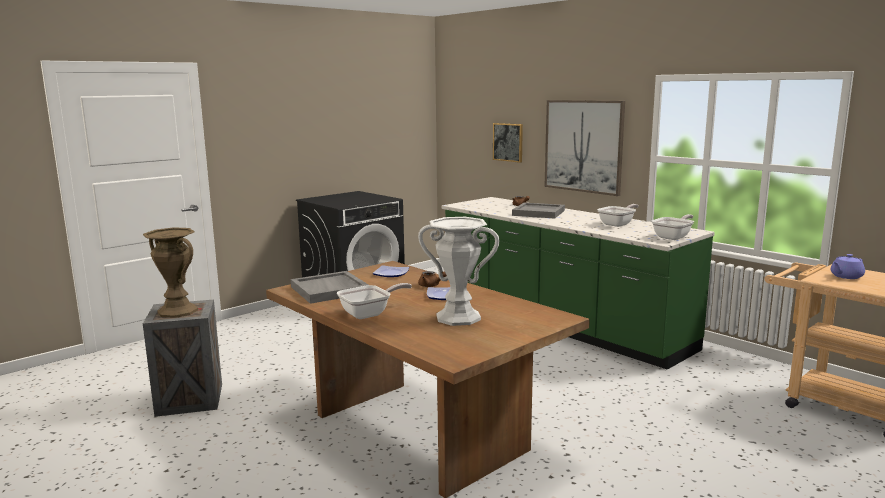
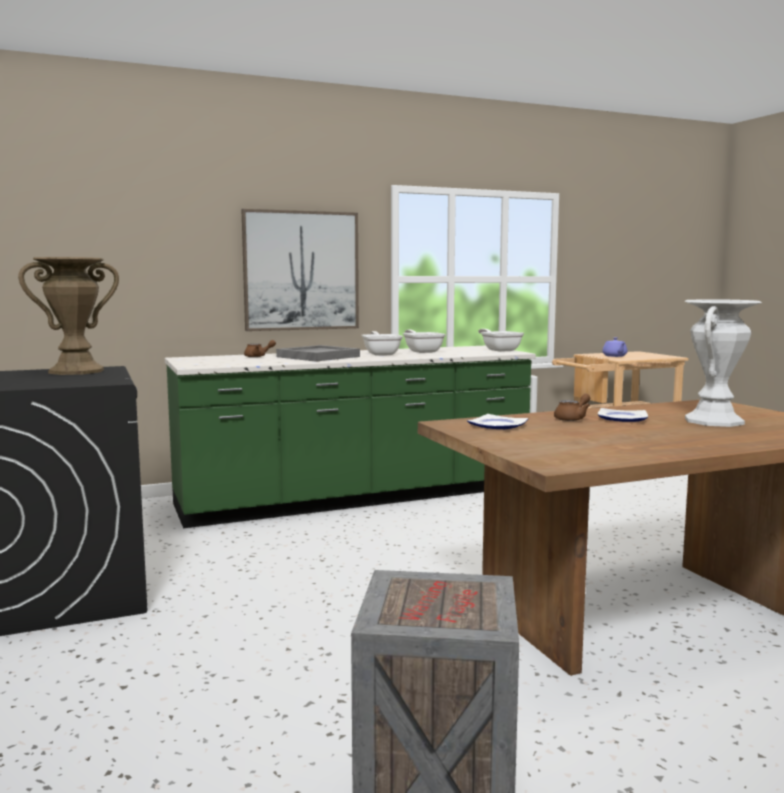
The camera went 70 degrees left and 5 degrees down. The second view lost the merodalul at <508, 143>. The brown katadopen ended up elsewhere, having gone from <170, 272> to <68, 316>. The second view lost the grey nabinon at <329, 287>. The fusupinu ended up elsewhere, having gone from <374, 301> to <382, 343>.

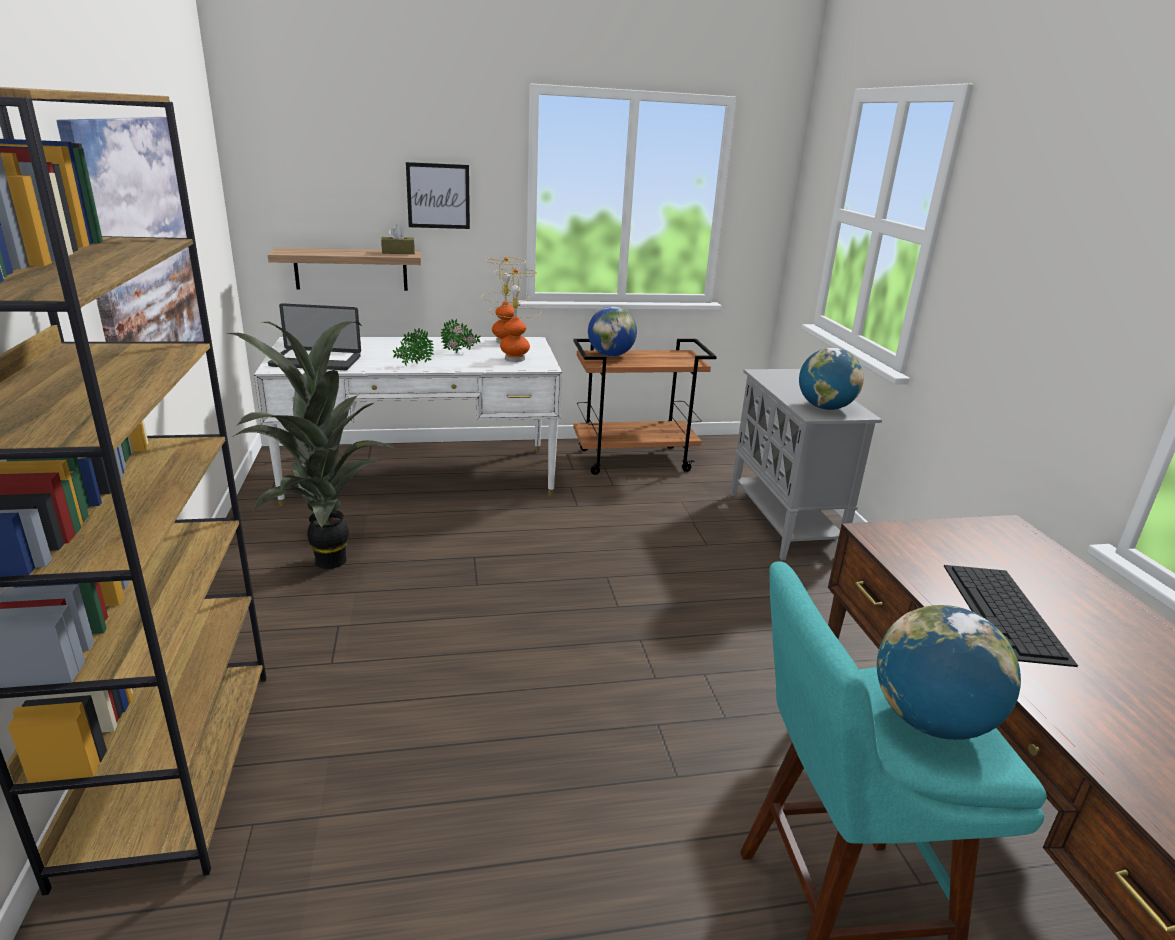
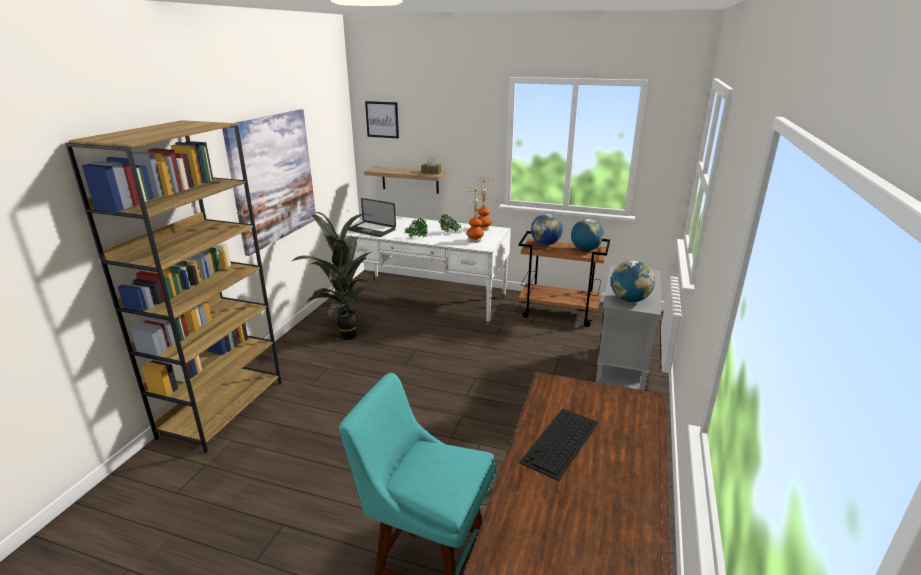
The camera went 30 degrees right and 0 degrees up. The merodalul ended up elsewhere, having gone from <438, 195> to <382, 119>. The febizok ended up elsewhere, having gone from <949, 672> to <587, 235>.

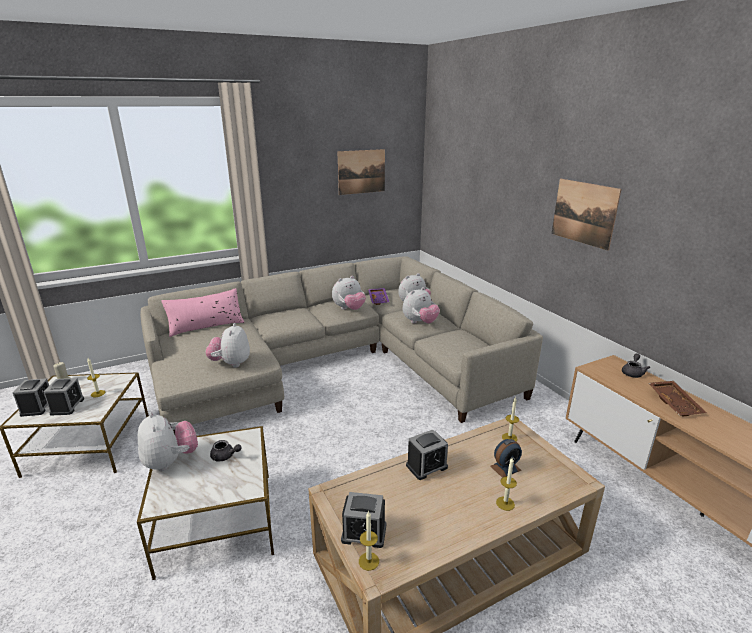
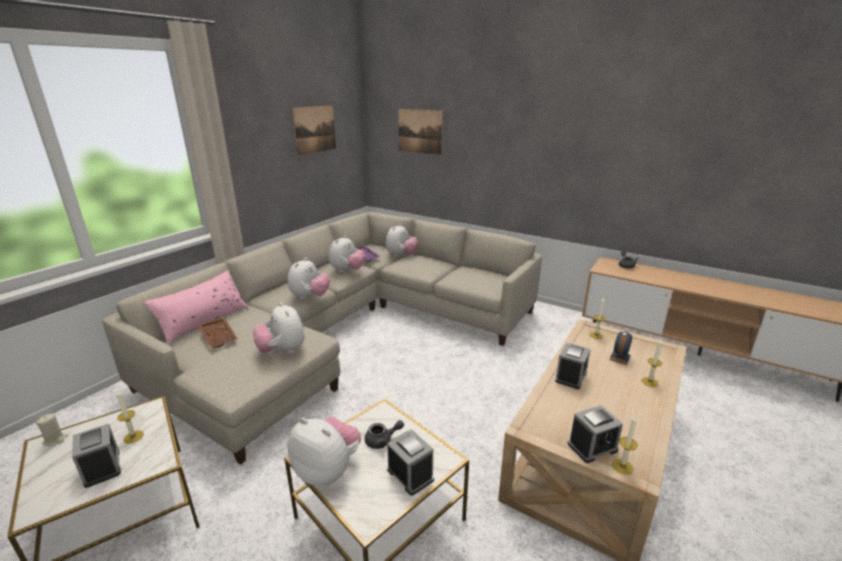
The camera went 30 degrees left and 0 degrees up. The merodalul ended up elsewhere, having gone from <587, 215> to <420, 132>. The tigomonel ended up elsewhere, having gone from <421, 305> to <308, 278>. The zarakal ended up elsewhere, having gone from <31, 397> to <410, 462>. The brown nabinon ended up elsewhere, having gone from <678, 398> to <218, 332>.

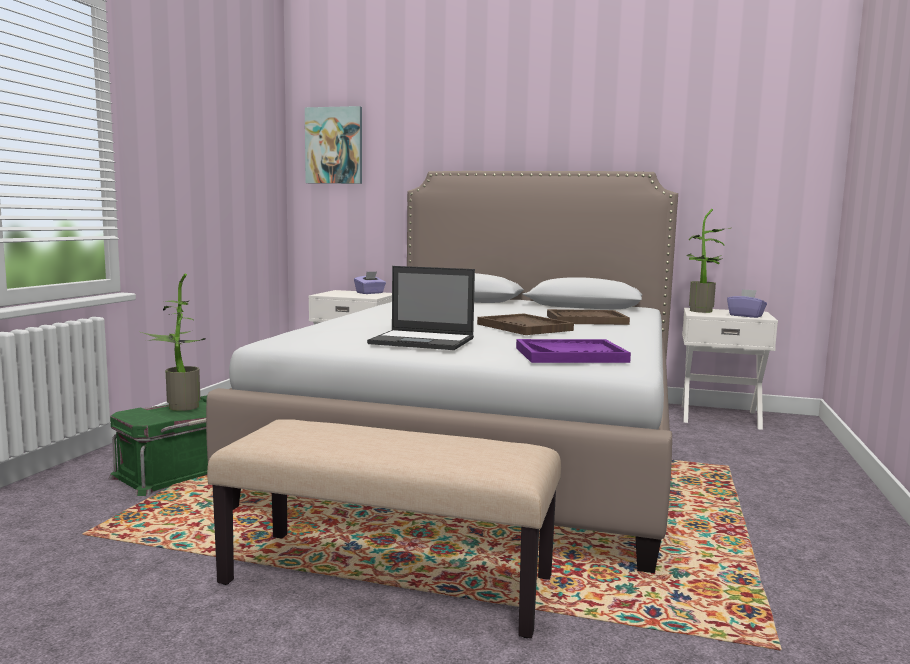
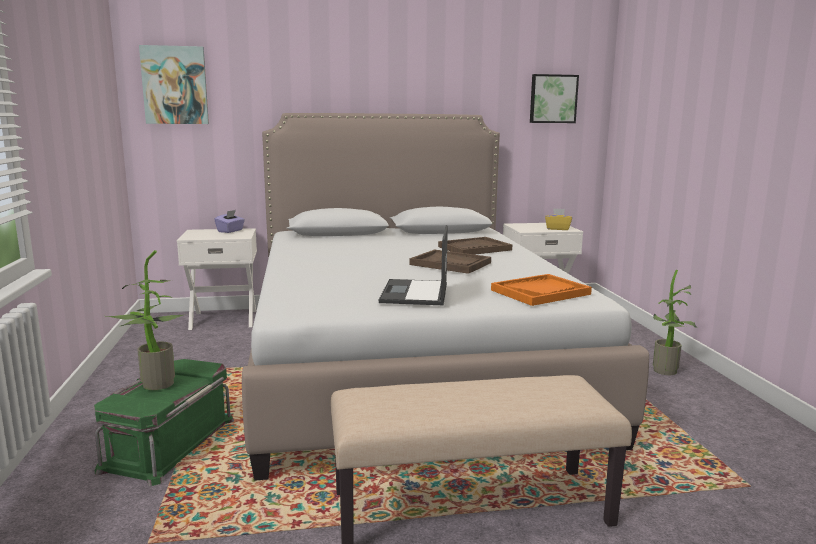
The camera went 25 degrees left and 5 degrees up. The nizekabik ended up elsewhere, having gone from <709, 261> to <675, 322>. The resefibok at <421, 308> ended up facing another way, 105 degrees clockwise from before. What was the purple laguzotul at <747, 303> turned into the yellow laguzotul at <558, 219>. What was the purple nabinon at <573, 351> turned into the orange nabinon at <541, 290>. The second view gained the merodalul at <554, 98>.

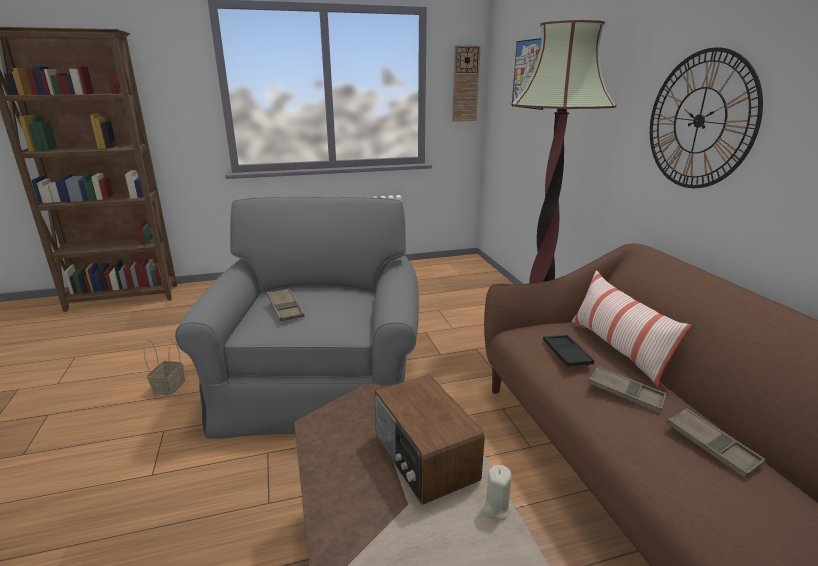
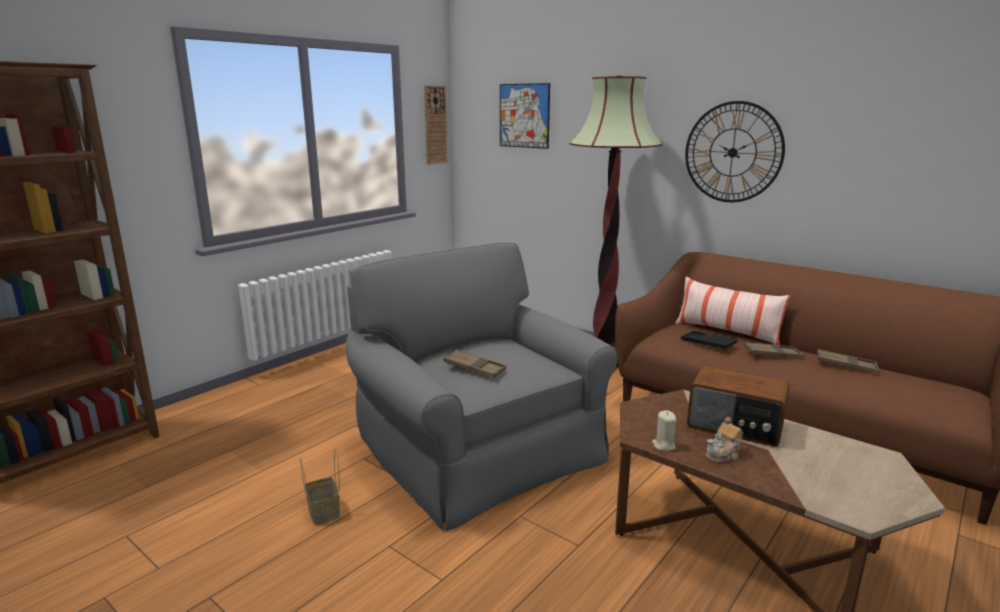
The camera went 35 degrees left and 5 degrees down. The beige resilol ended up elsewhere, having gone from <497, 492> to <664, 430>. The second view gained the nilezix at <724, 440>.

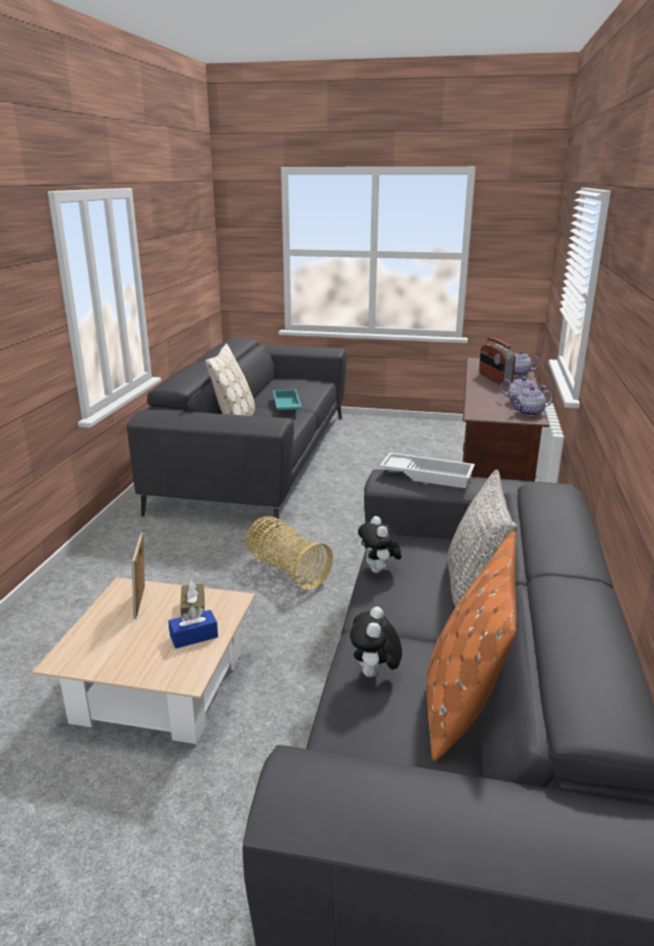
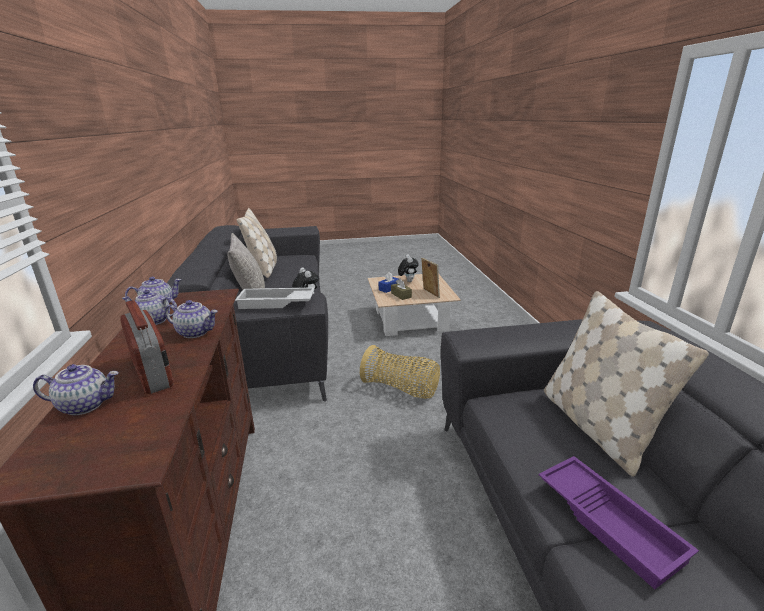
The camera went 160 degrees right and 0 degrees up. What was the turquoise nabinon at <287, 400> turned into the purple nabinon at <619, 522>. What was the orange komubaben at <472, 646> turned into the beige komubaben at <257, 243>. The tigomonel ended up elsewhere, having gone from <376, 641> to <408, 268>. The second view gained the nilezix at <191, 319>.

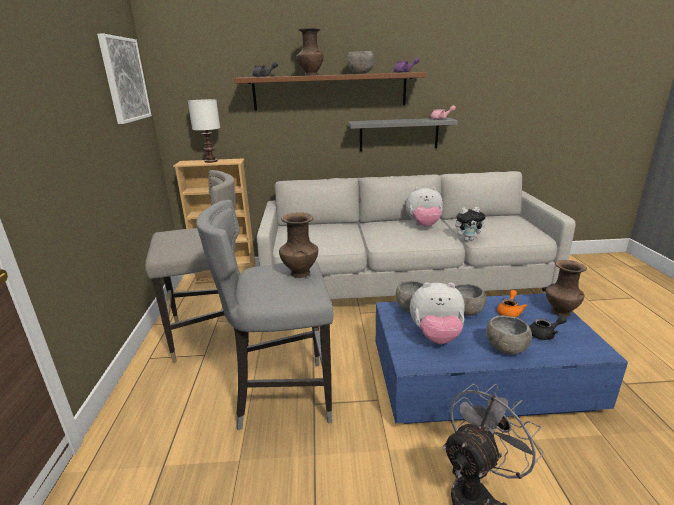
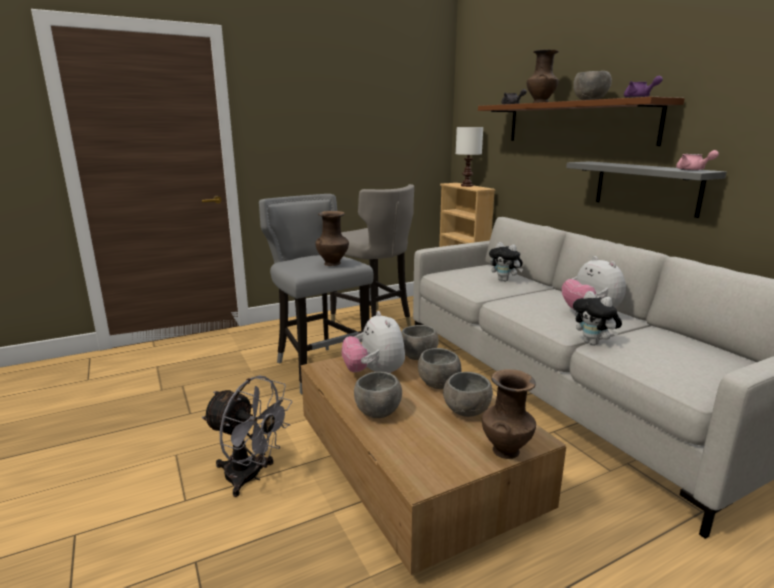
The camera went 65 degrees right and 5 degrees down. The second view lost the merodalul at <124, 79>. Where the orange nilezix stood at <512, 303>, the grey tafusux came to stand at <468, 394>. What was the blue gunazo at <502, 358> turned into the brown gunazo at <433, 465>. The second view lost the black nilezix at <548, 328>. The second view gained the tigomonel at <506, 262>.

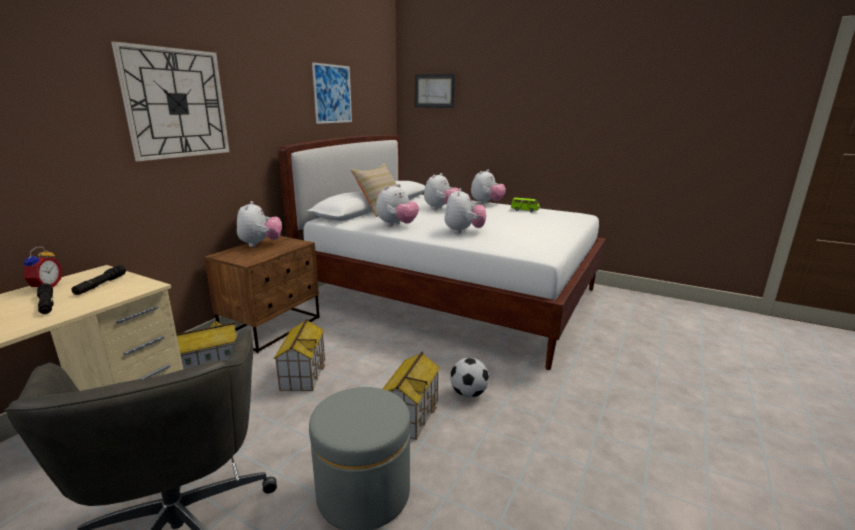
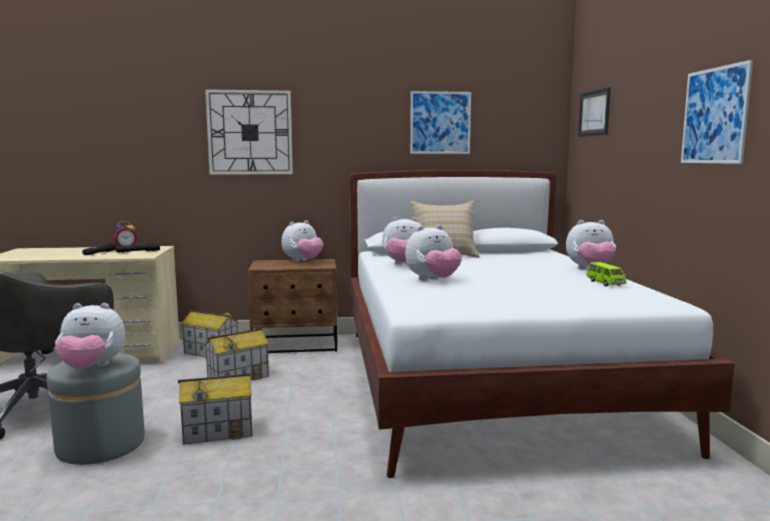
The camera went 55 degrees right and 10 degrees down. The tigomonel ended up elsewhere, having gone from <441, 191> to <90, 336>. The second view lost the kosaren at <469, 378>. The second view gained the merodalul at <717, 112>.

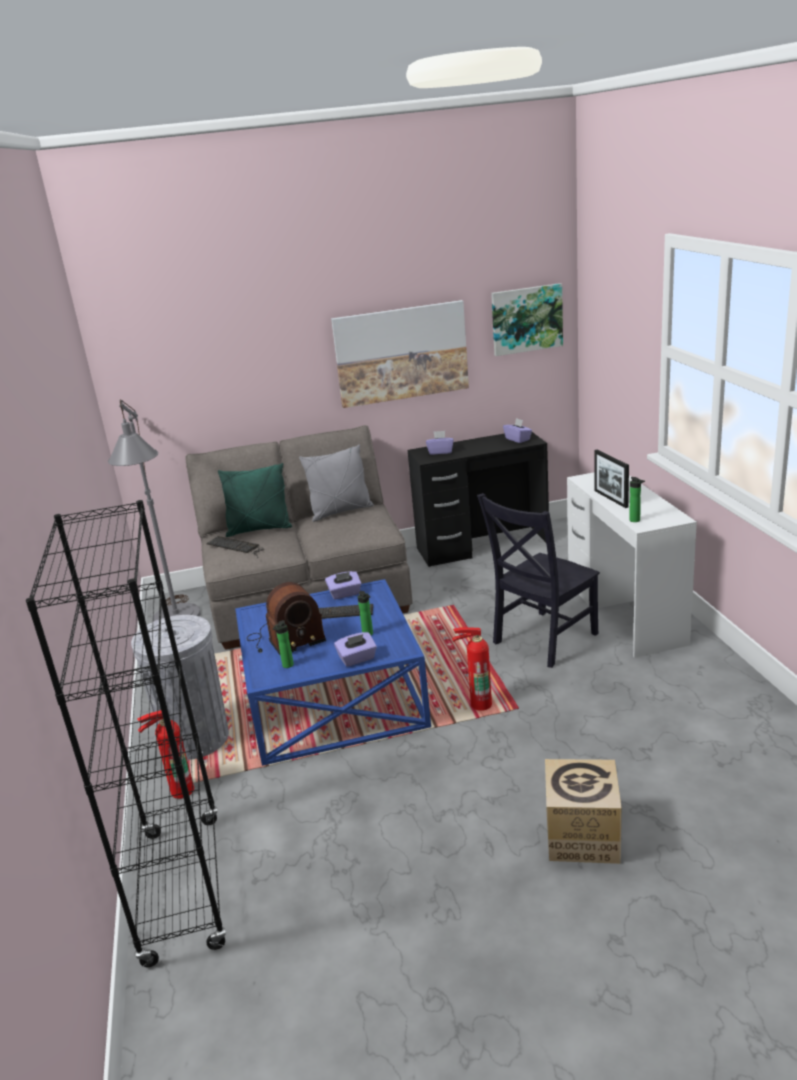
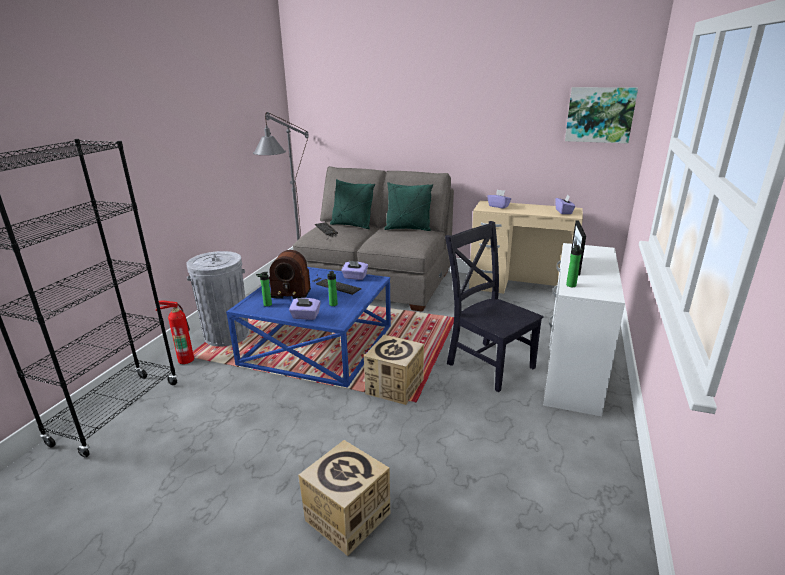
The camera went 30 degrees right and 0 degrees up. The second view lost the merodalul at <400, 354>. What was the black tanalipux at <478, 499> turned into the beige tanalipux at <526, 247>. What was the grey komubaben at <336, 483> turned into the green komubaben at <408, 206>. The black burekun at <538, 580> ended up facing another way, 60 degrees clockwise from before. Where the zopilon stood at <472, 669>, the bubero came to stand at <394, 370>.

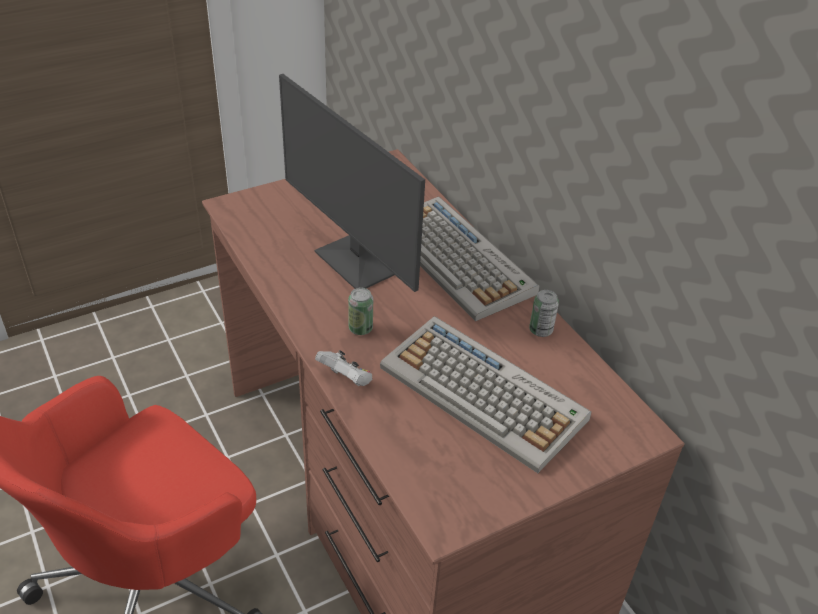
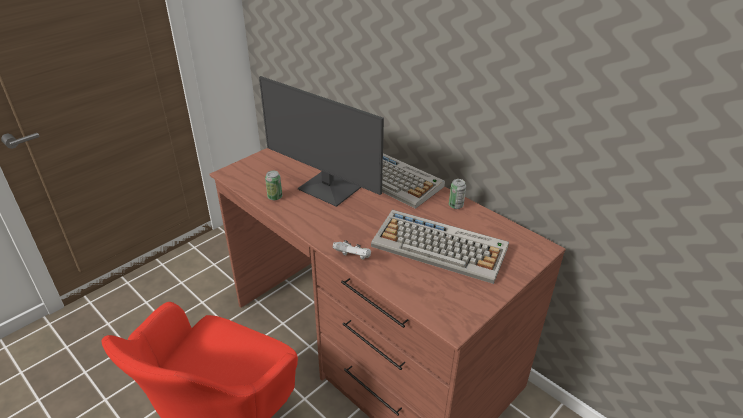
The camera went 15 degrees left and 5 degrees down. The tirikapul ended up elsewhere, having gone from <360, 311> to <273, 185>.

